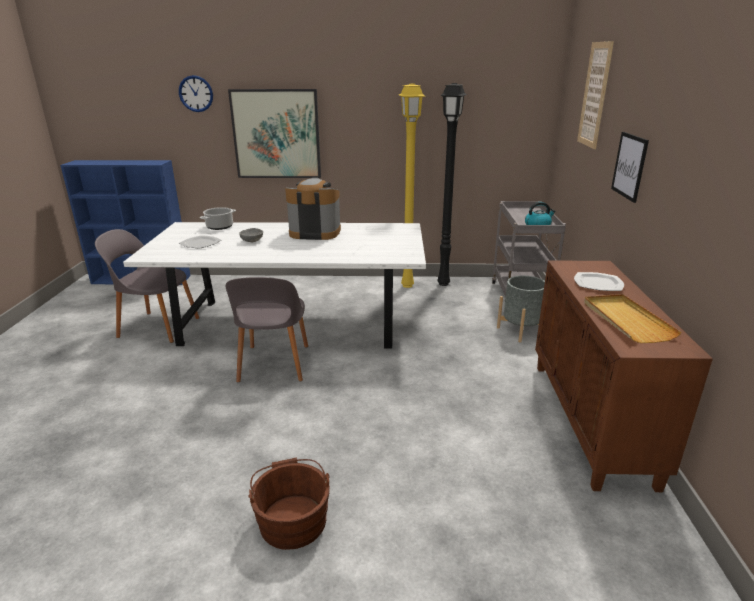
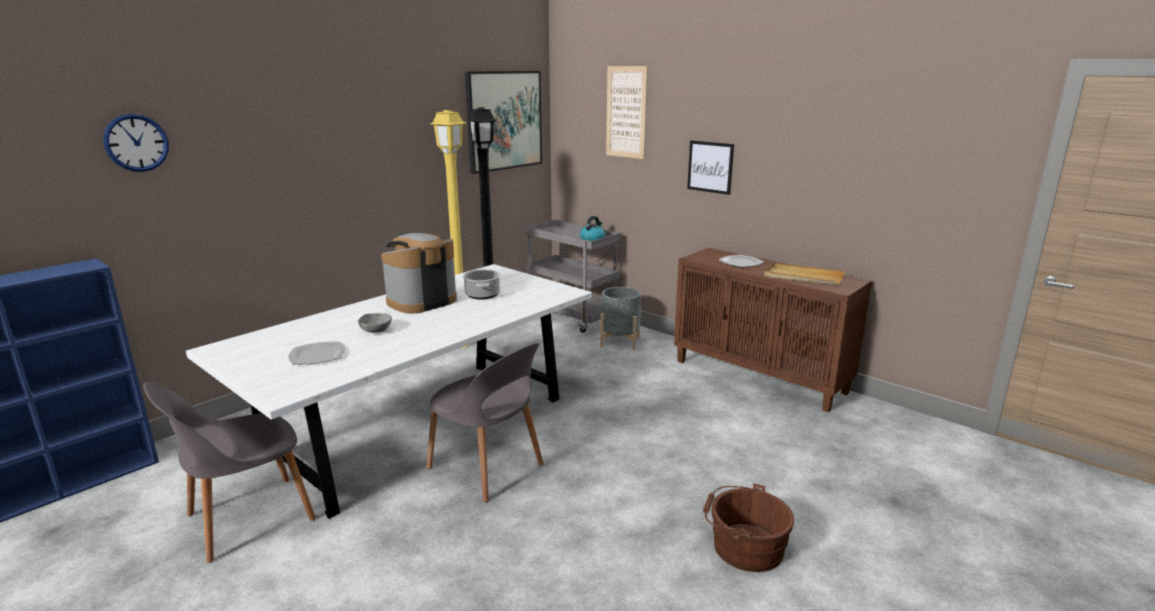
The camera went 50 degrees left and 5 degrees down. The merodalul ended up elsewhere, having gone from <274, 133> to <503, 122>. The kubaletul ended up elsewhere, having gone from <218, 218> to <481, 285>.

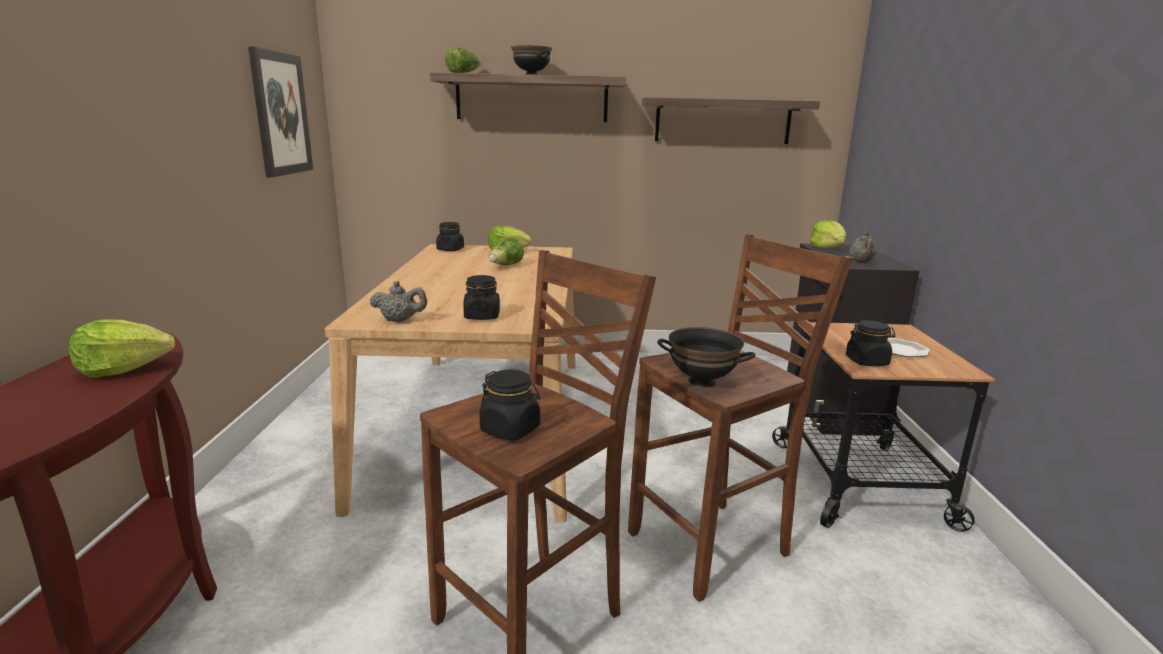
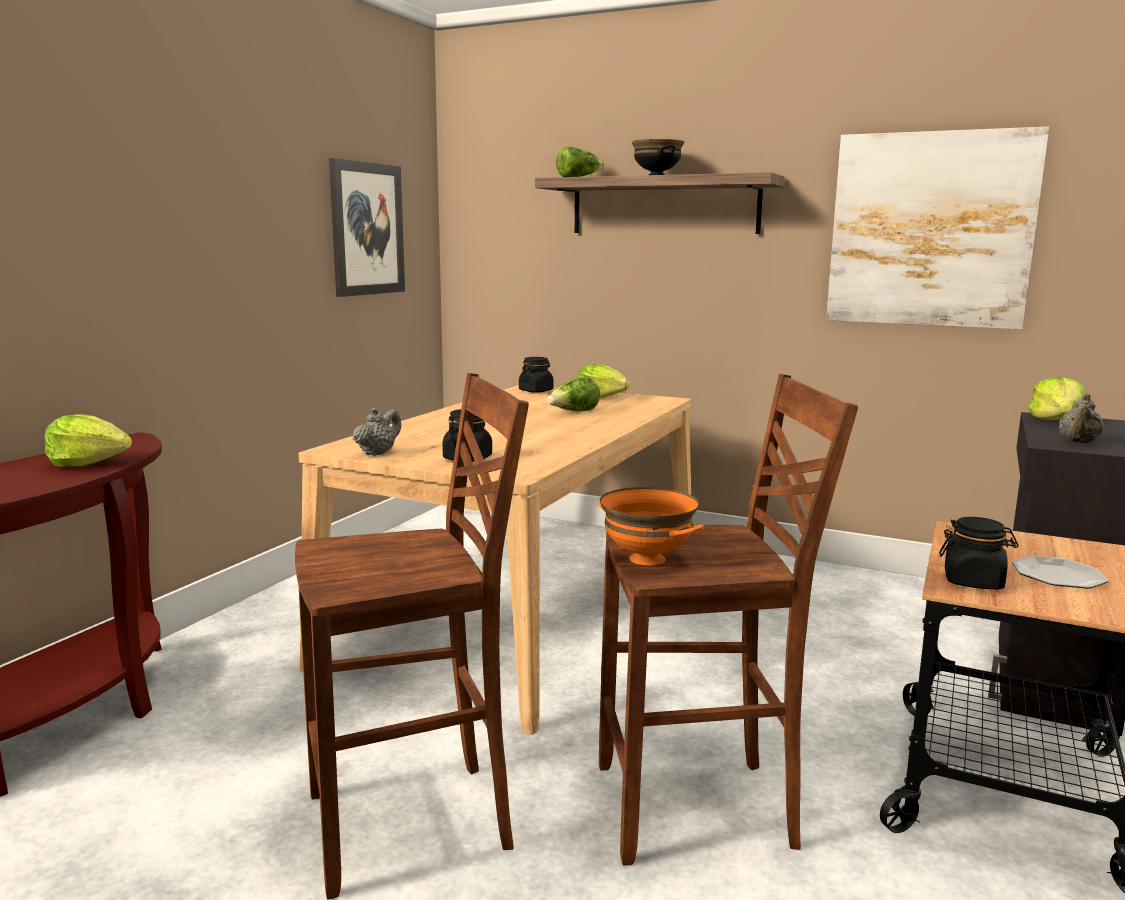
The camera went 25 degrees right and 5 degrees down. Where the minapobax hung at <731, 120>, the merodalul came to hang at <938, 228>. The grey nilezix at <398, 301> ended up facing another way, 90 degrees counterclockwise from before. What was the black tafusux at <706, 357> turned into the orange tafusux at <651, 526>. The second view lost the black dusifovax at <509, 405>.

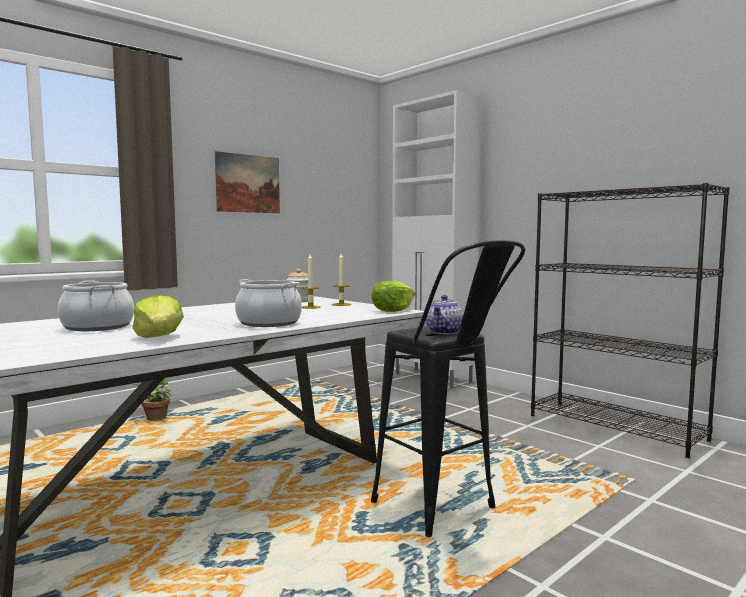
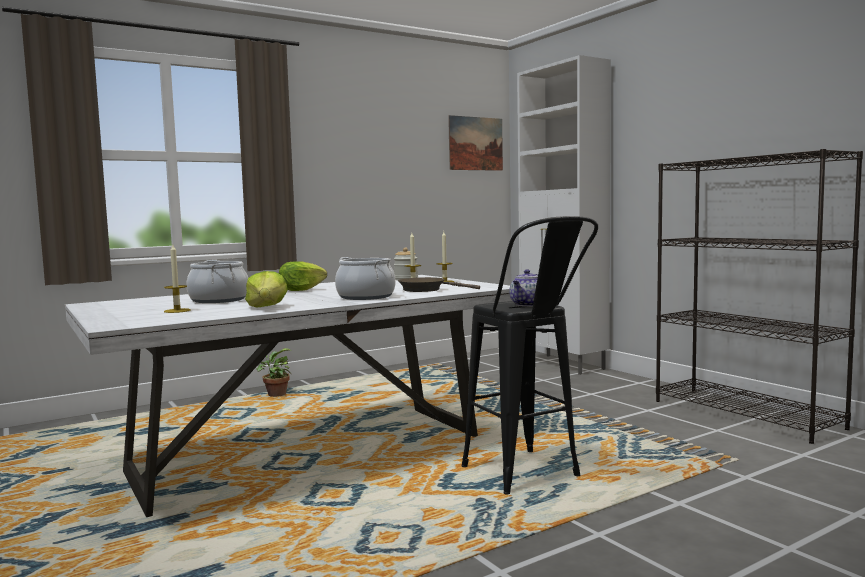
The camera went 10 degrees right and 0 degrees up. The merodalul ended up elsewhere, having gone from <247, 182> to <475, 143>. The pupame ended up elsewhere, having gone from <393, 296> to <303, 276>. The second view gained the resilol at <177, 279>. The second view gained the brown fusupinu at <439, 284>.

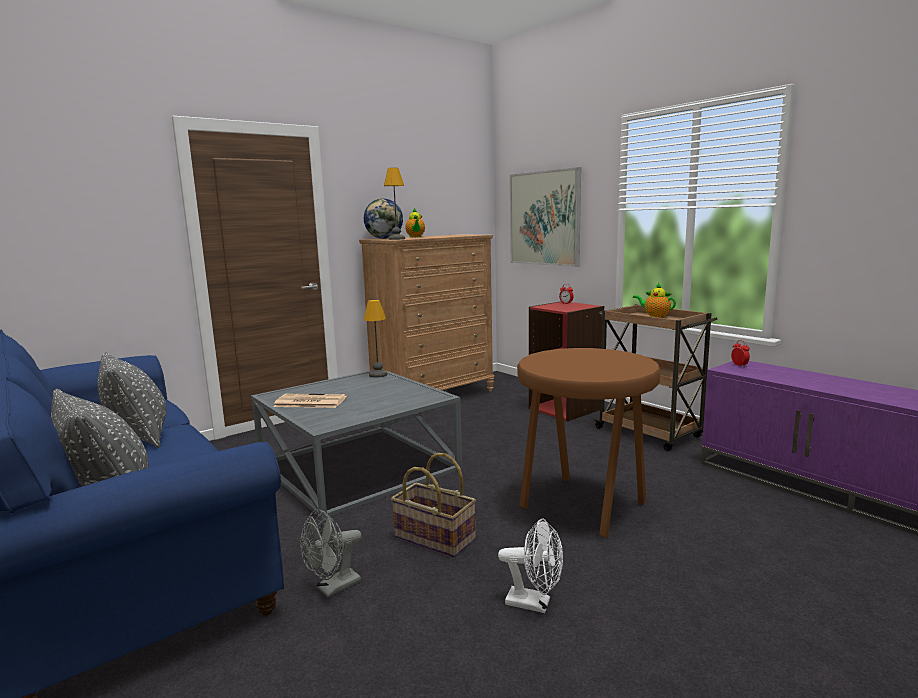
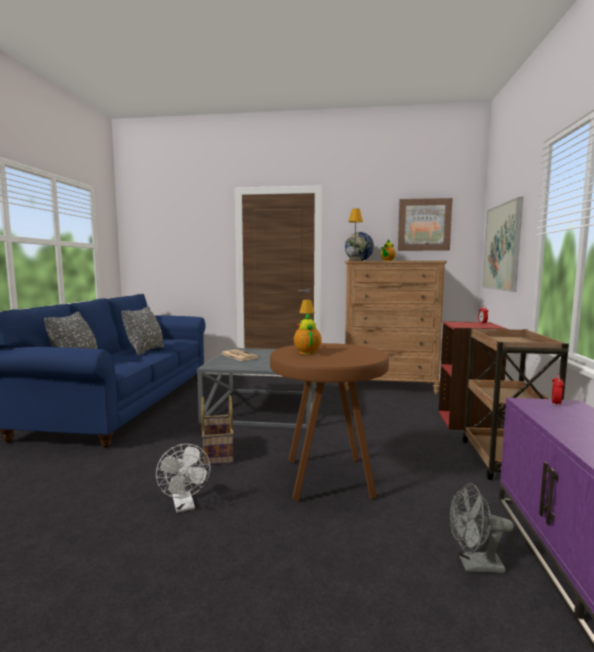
The camera went 45 degrees right and 5 degrees down. The nilezix ended up elsewhere, having gone from <654, 300> to <308, 333>. The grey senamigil ended up elsewhere, having gone from <331, 553> to <482, 528>. The second view gained the merodalul at <425, 224>.

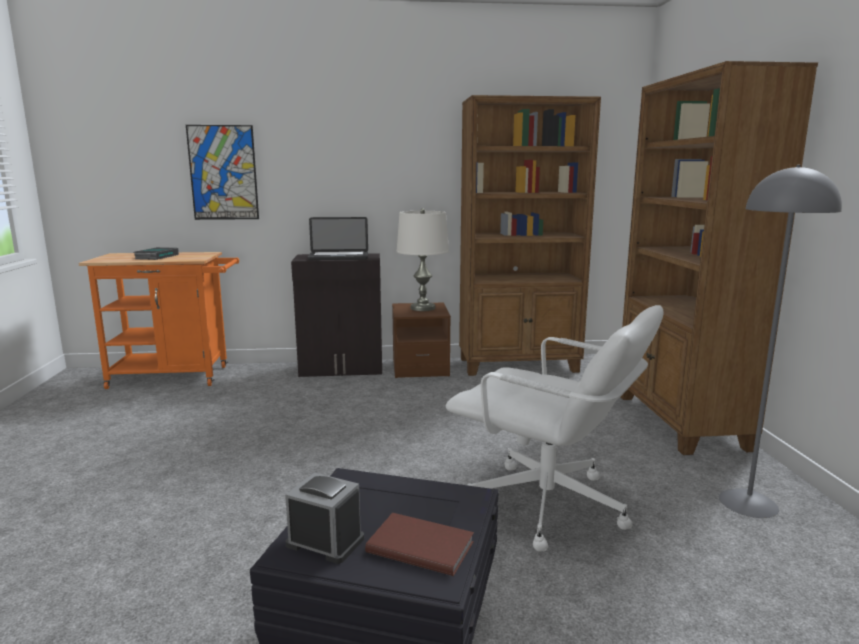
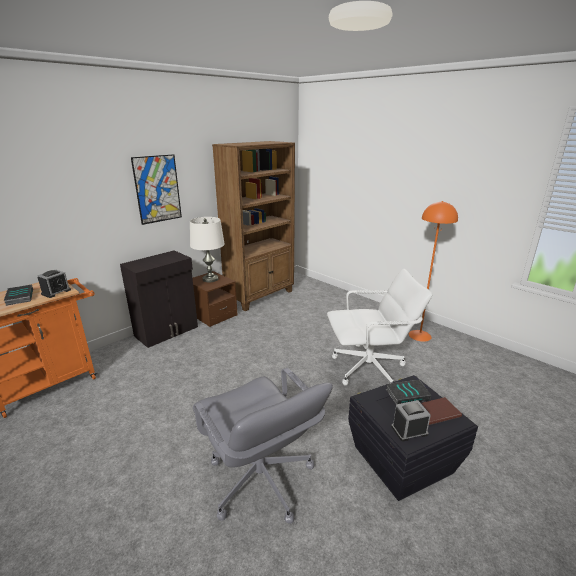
The camera went 40 degrees left and 10 degrees up. The second view lost the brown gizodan at <719, 258>. The merodalul ended up elsewhere, having gone from <222, 172> to <156, 189>. What was the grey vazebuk at <780, 341> turned into the orange vazebuk at <433, 271>. The second view lost the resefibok at <337, 238>. The second view gained the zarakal at <54, 284>. The second view gained the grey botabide at <263, 446>. The second view gained the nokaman at <408, 392>.

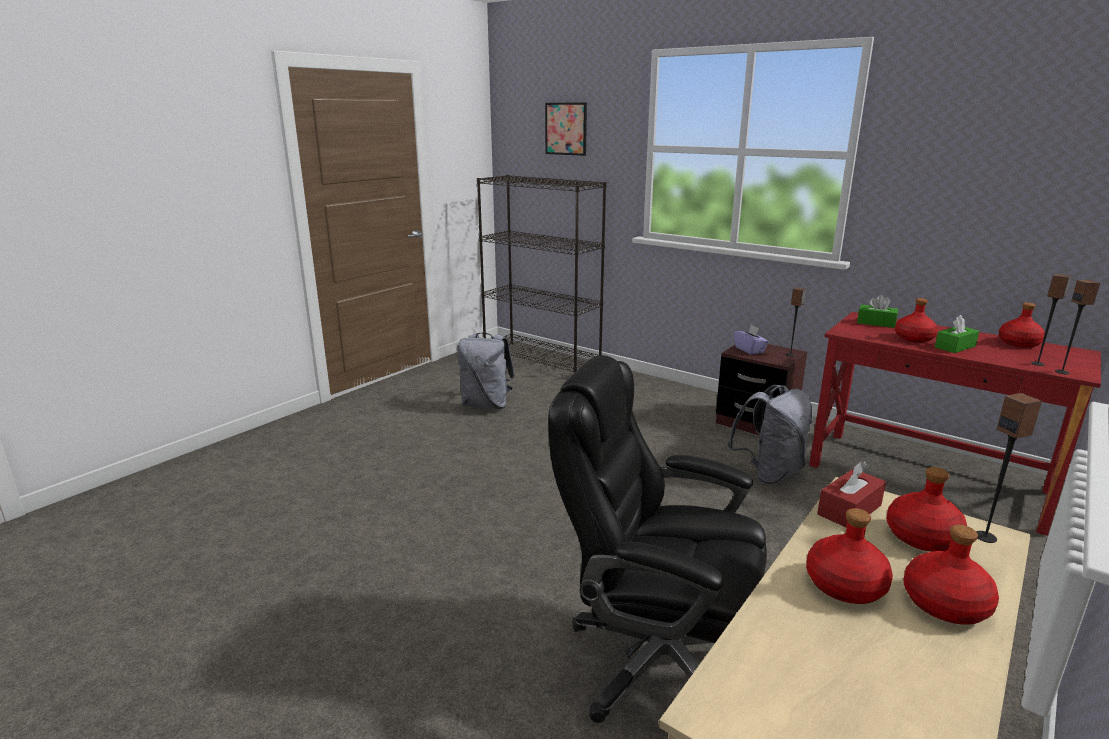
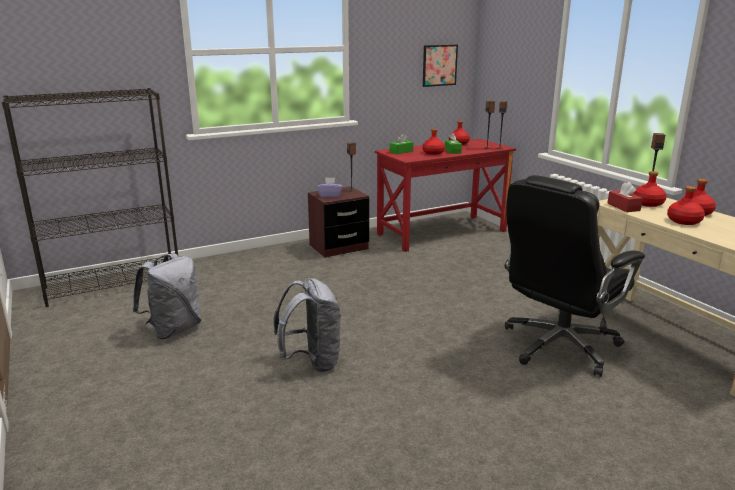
The camera went 65 degrees left and 0 degrees up. The merodalul ended up elsewhere, having gone from <566, 129> to <440, 66>. The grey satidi ended up elsewhere, having gone from <770, 434> to <307, 325>.

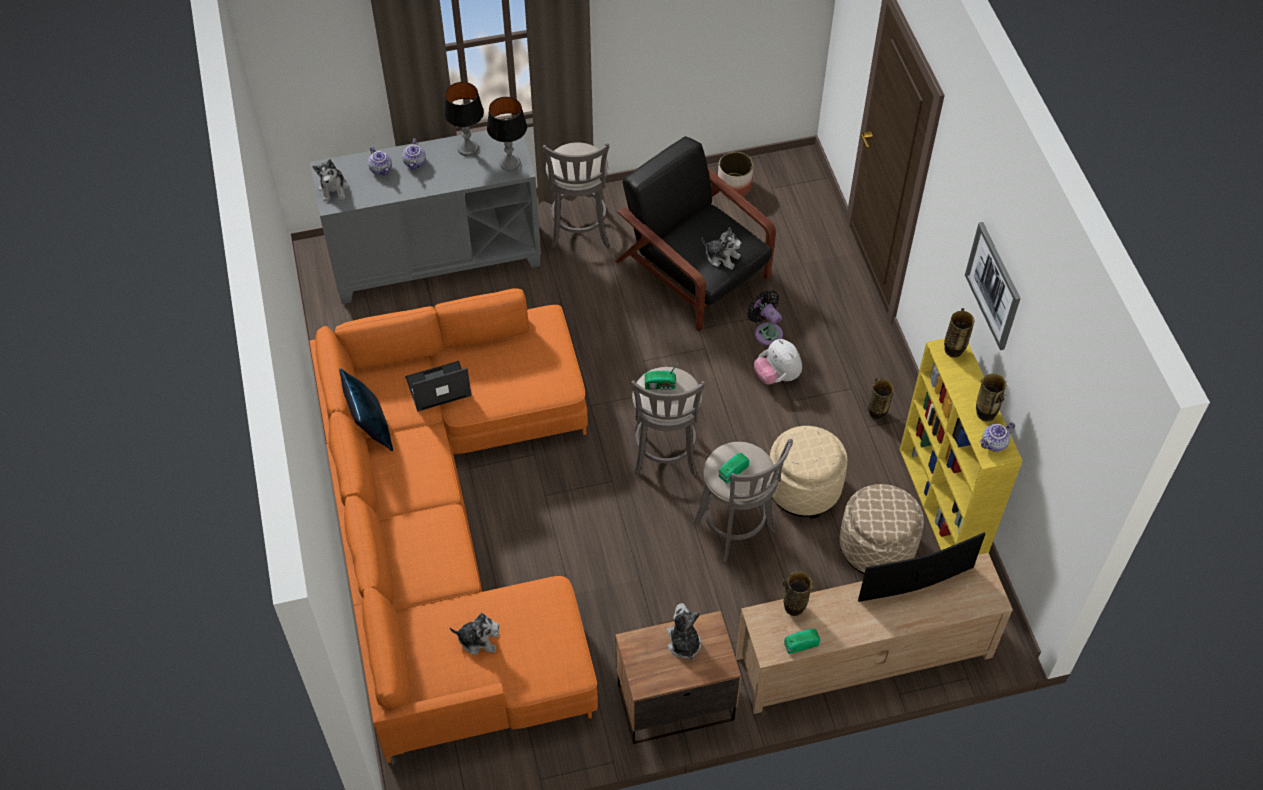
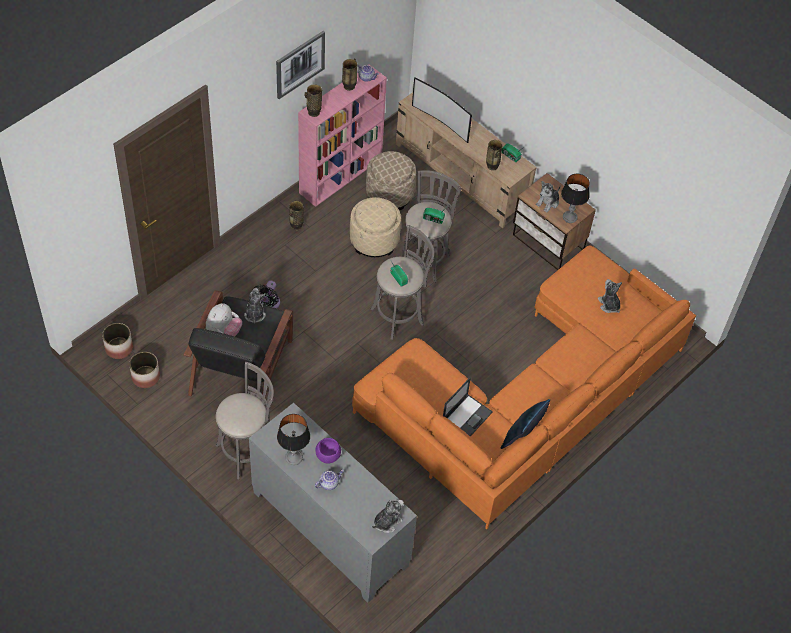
The camera went 125 degrees left and 0 degrees up. The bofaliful ended up elsewhere, having gone from <507, 134> to <575, 198>. The second view lost the nilezix at <380, 161>. What was the yellow gizodan at <961, 446> turned into the pink gizodan at <342, 135>. The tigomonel ended up elsewhere, having gone from <778, 361> to <224, 320>. The resefibok at <438, 386> ended up facing another way, 90 degrees counterclockwise from before. The second view gained the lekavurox at <117, 341>. The second view gained the purple tafusux at <328, 451>.

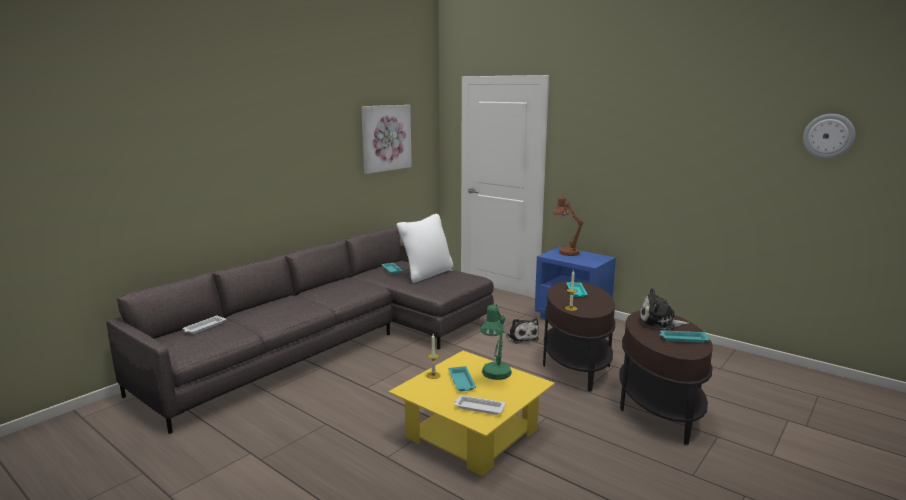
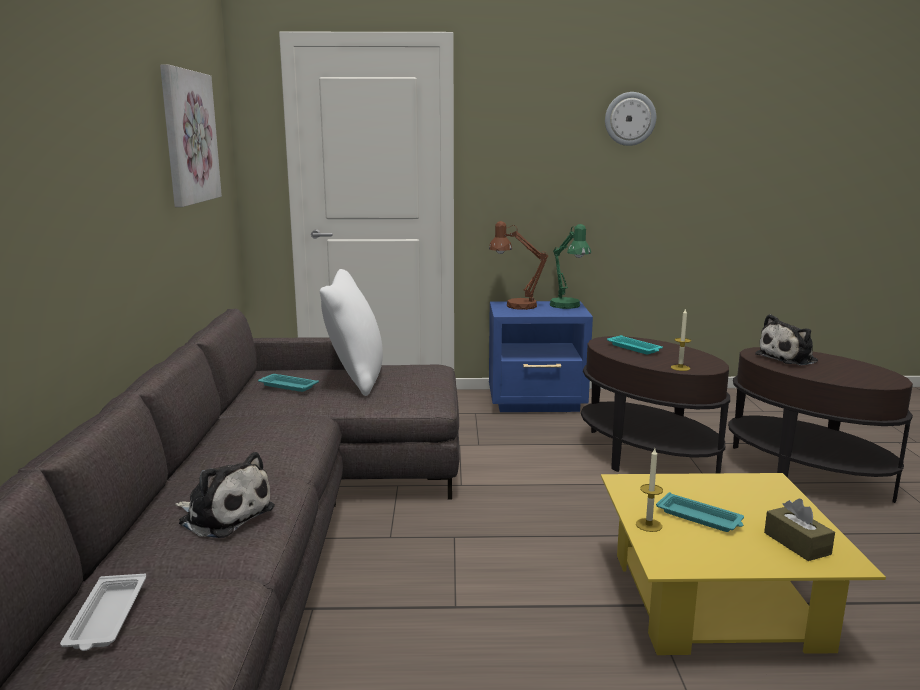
The camera went 40 degrees left and 0 degrees up. The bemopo ended up elsewhere, having gone from <829, 136> to <630, 119>. The green bofaliful ended up elsewhere, having gone from <496, 342> to <570, 266>. The tigomonel ended up elsewhere, having gone from <522, 331> to <225, 495>. The second view lost the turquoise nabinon at <685, 336>. Where the white nabinon stood at <480, 405>, the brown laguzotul came to stand at <799, 530>.

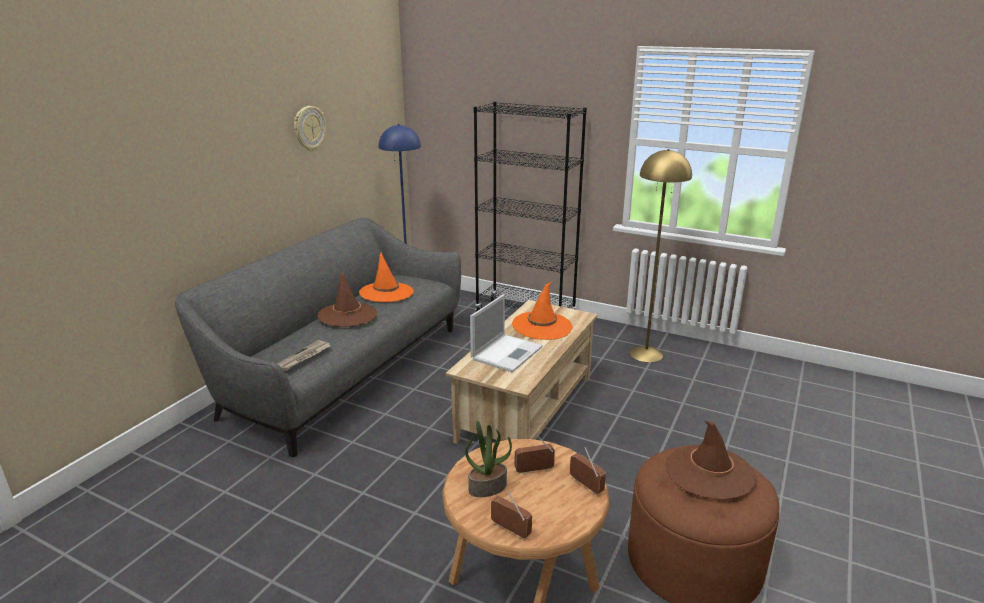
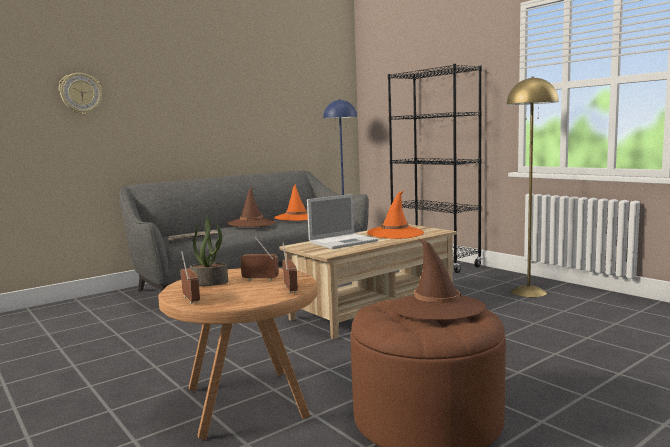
The camera went 25 degrees right and 15 degrees down. The bemopo ended up elsewhere, having gone from <310, 128> to <80, 94>.

